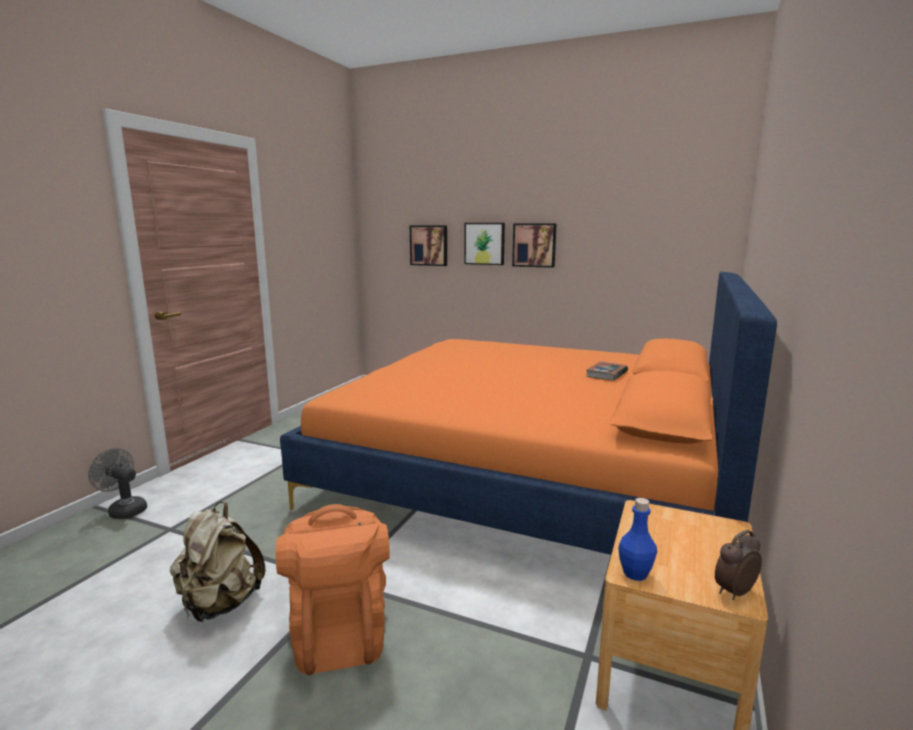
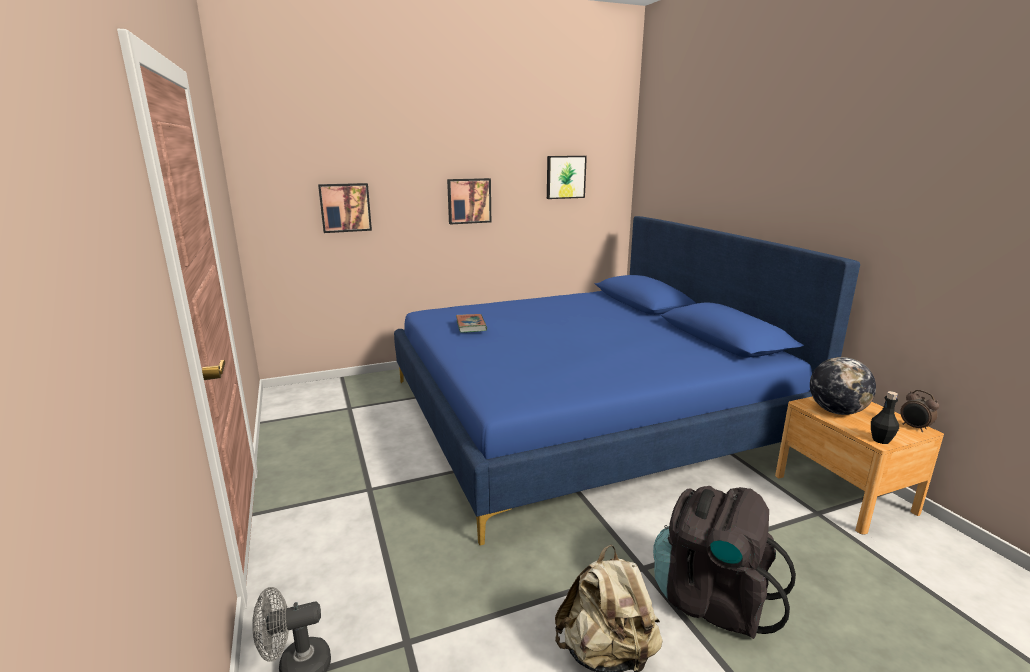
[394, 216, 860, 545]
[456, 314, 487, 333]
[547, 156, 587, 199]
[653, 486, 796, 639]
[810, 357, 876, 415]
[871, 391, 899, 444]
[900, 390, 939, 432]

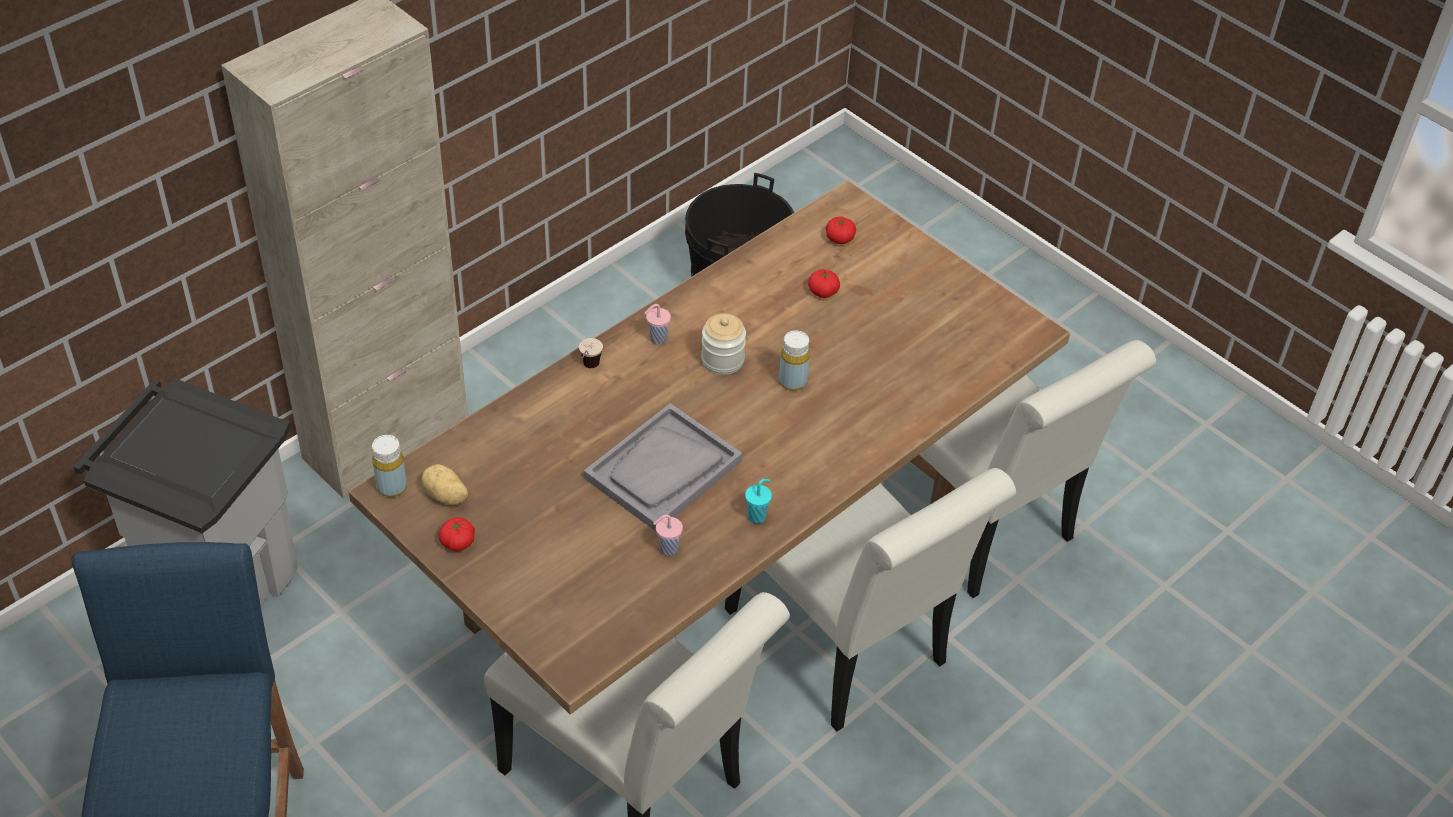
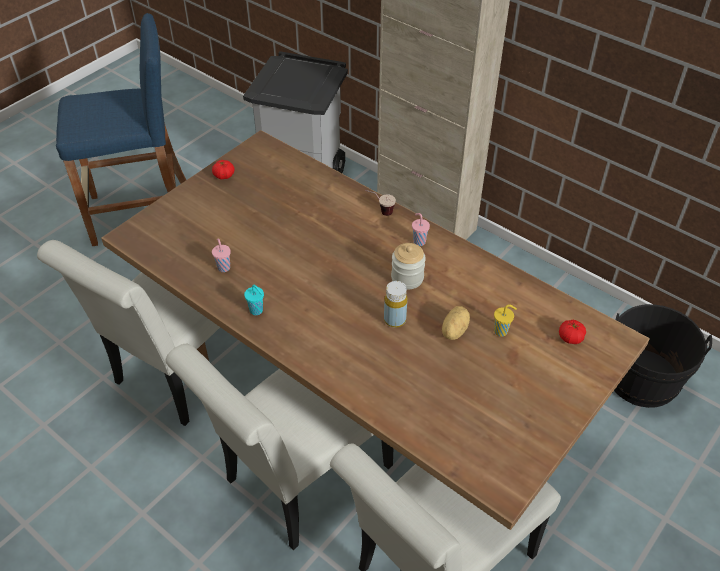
[442, 306, 470, 340]
[494, 305, 517, 337]
[372, 435, 407, 497] (first image)
[584, 403, 742, 531] (first image)

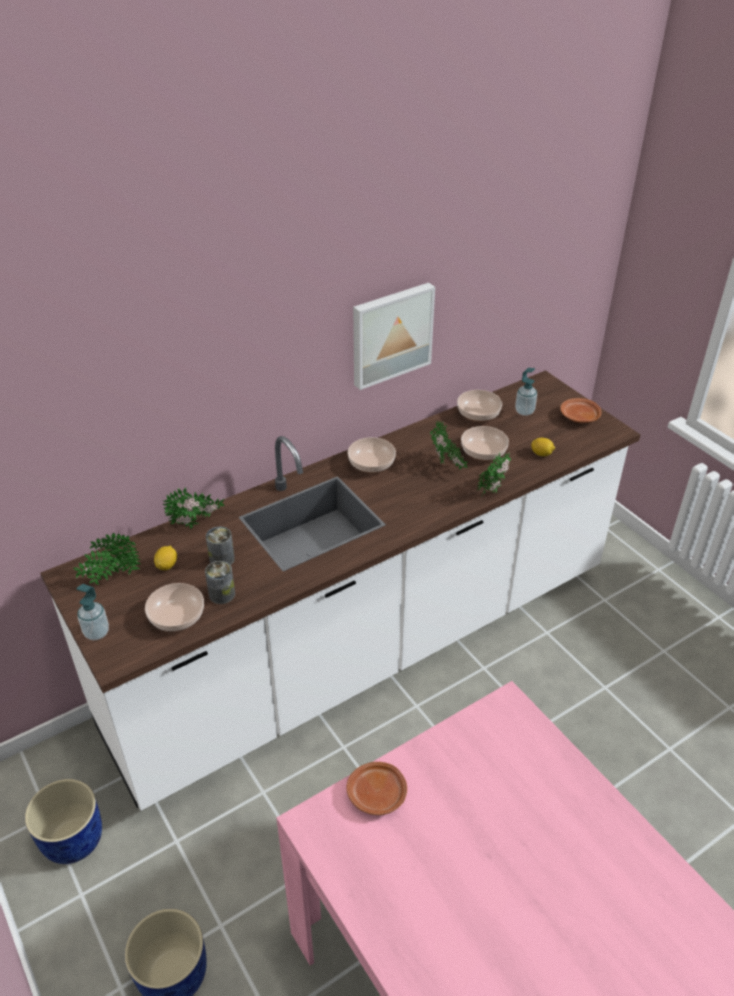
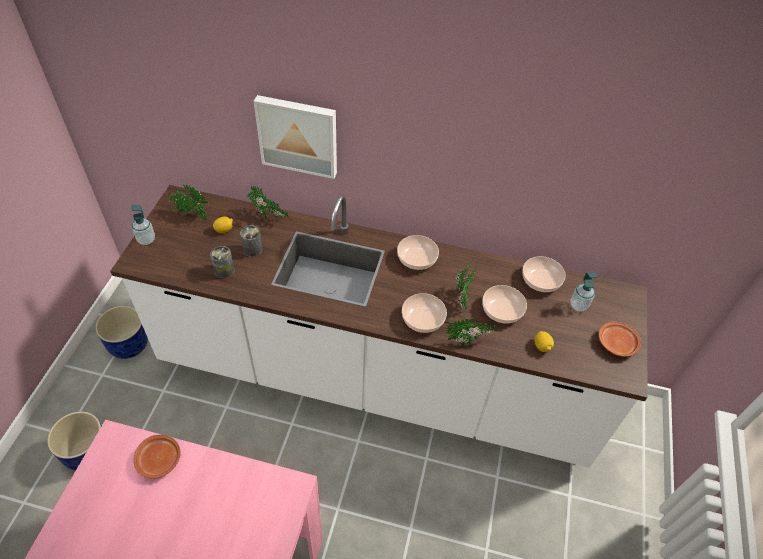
[254, 95, 337, 179]
[402, 293, 447, 333]

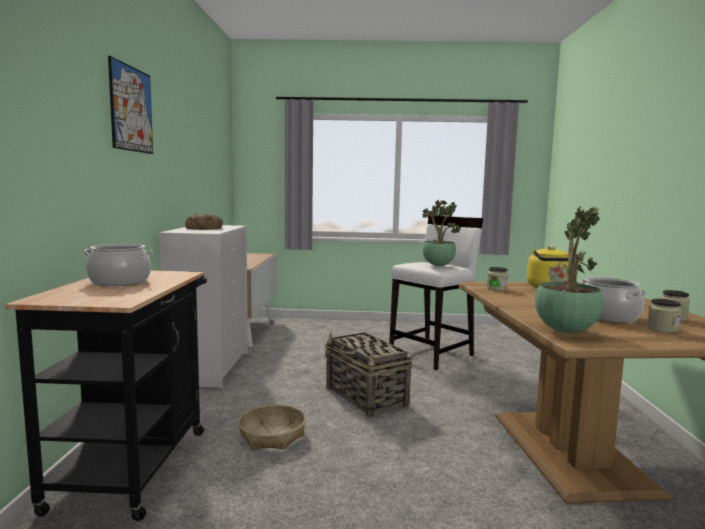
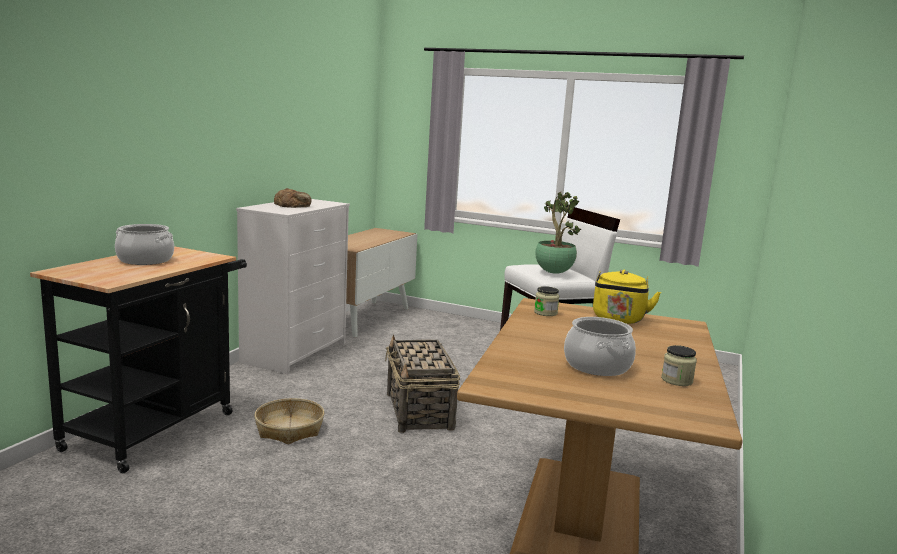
[108, 56, 153, 154] (first image)
[535, 206, 604, 333] (first image)
[647, 299, 681, 333] (first image)

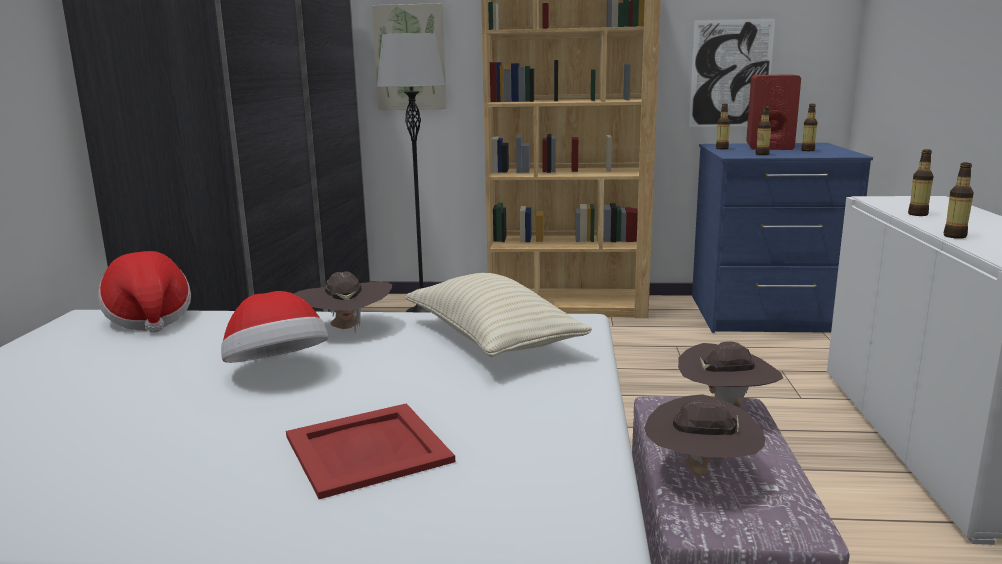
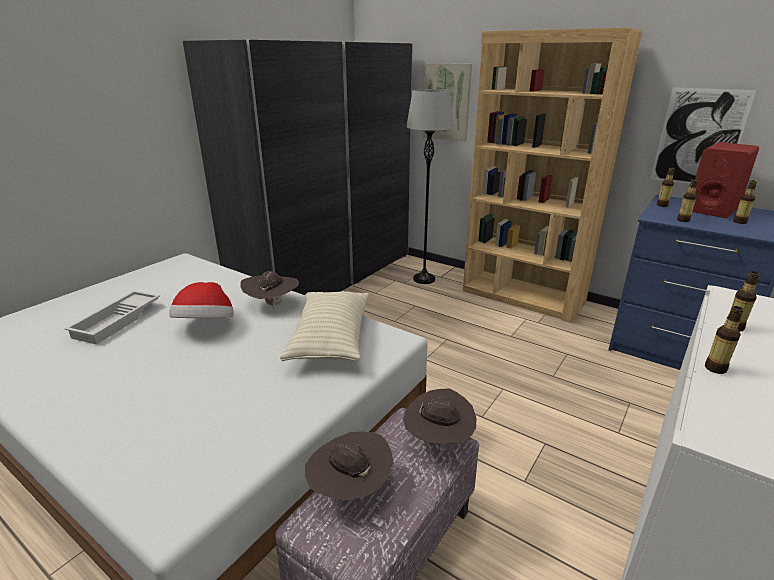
[65, 291, 160, 344]
[98, 251, 191, 333] (first image)
[286, 403, 455, 499] (first image)

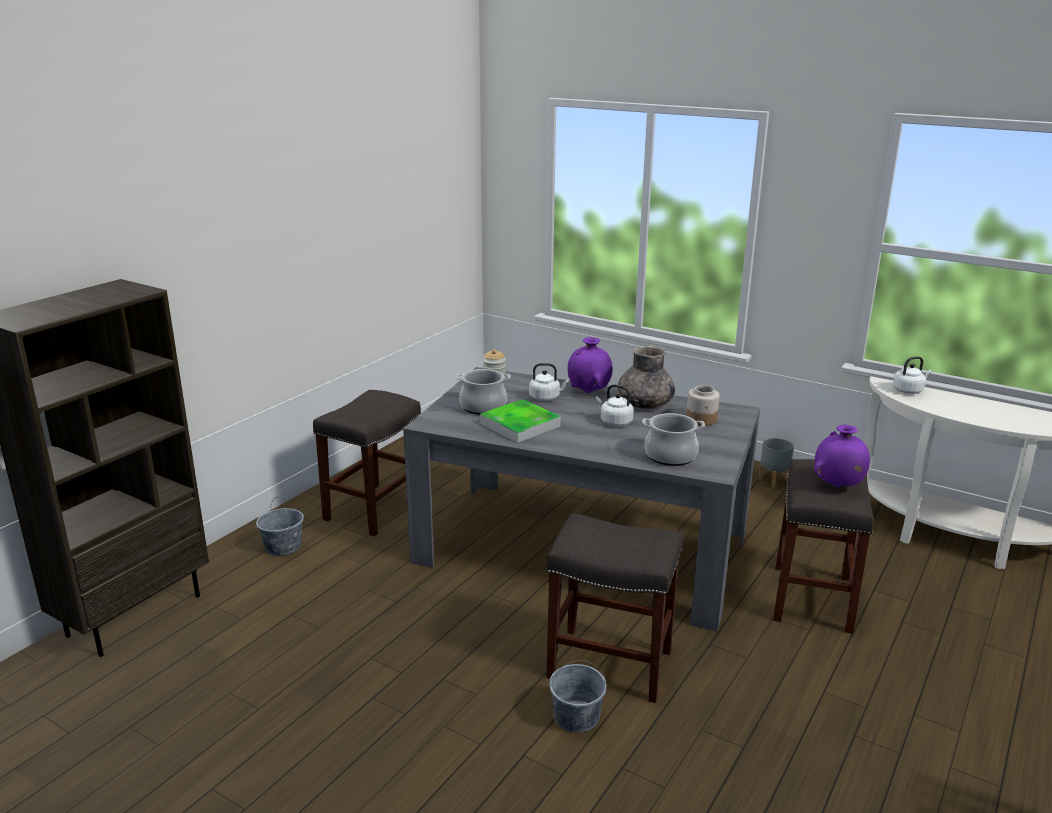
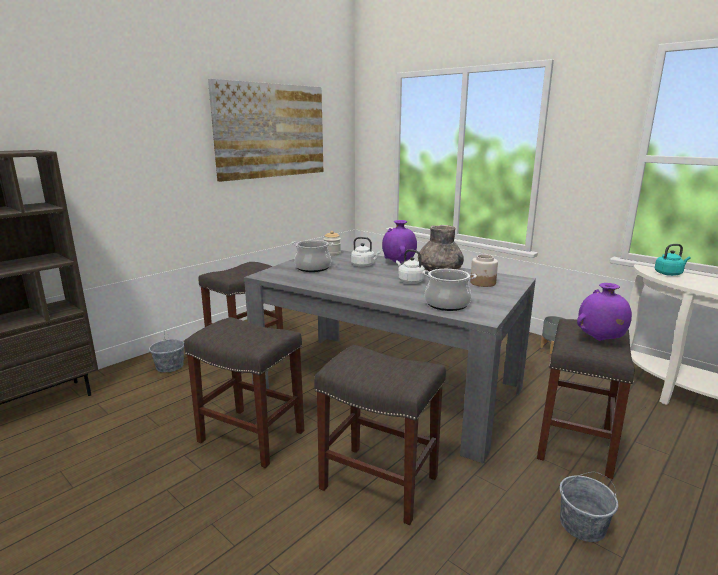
[184, 317, 305, 468]
[208, 79, 323, 182]
[559, 472, 618, 542]
[655, 244, 691, 276]
[480, 399, 561, 443] (first image)

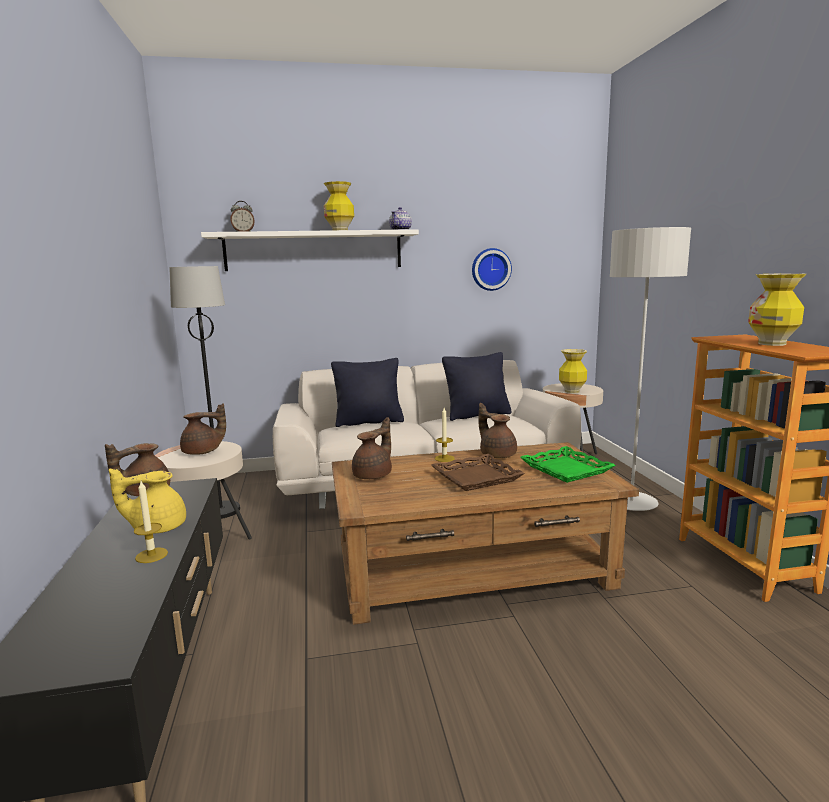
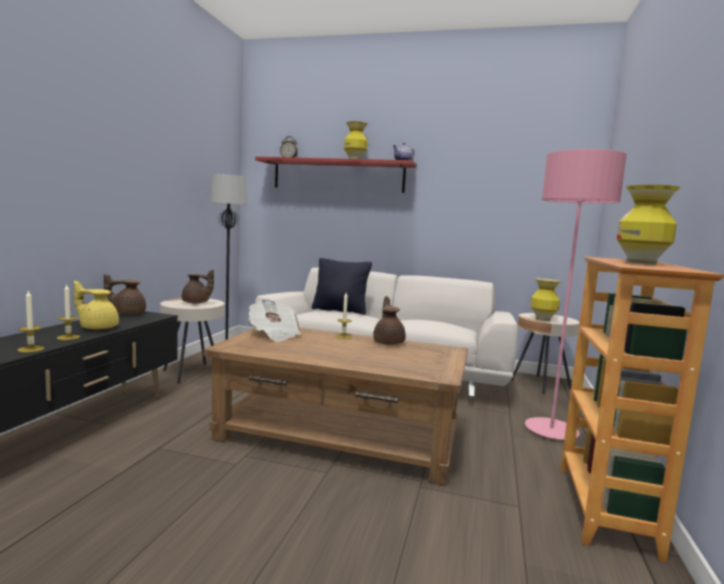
[17, 290, 45, 353]
[249, 299, 301, 342]
[255, 157, 417, 193]
[525, 149, 627, 440]
[431, 454, 525, 491] (first image)
[442, 352, 512, 421] (first image)
[472, 248, 512, 291] (first image)
[520, 446, 616, 483] (first image)

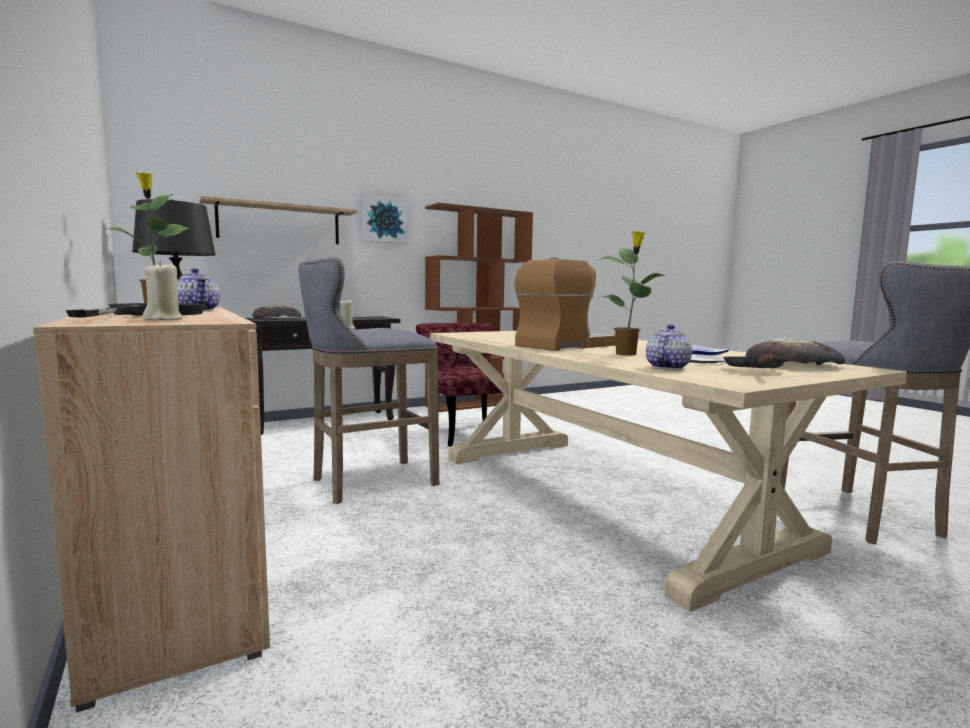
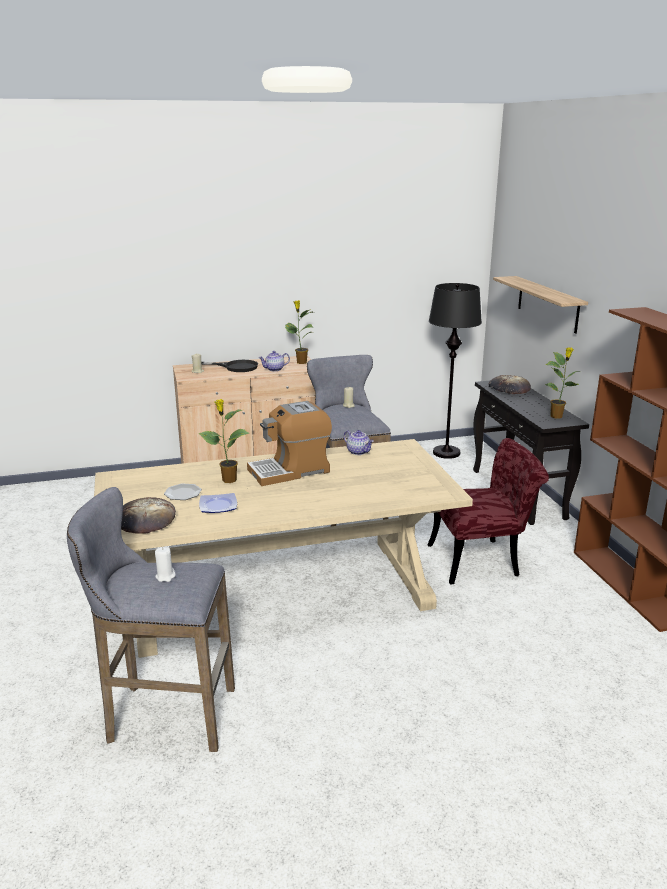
[155, 547, 176, 582]
[247, 401, 332, 486]
[344, 430, 374, 455]
[545, 347, 581, 419]
[363, 194, 408, 244] (first image)
[723, 355, 786, 368] (first image)

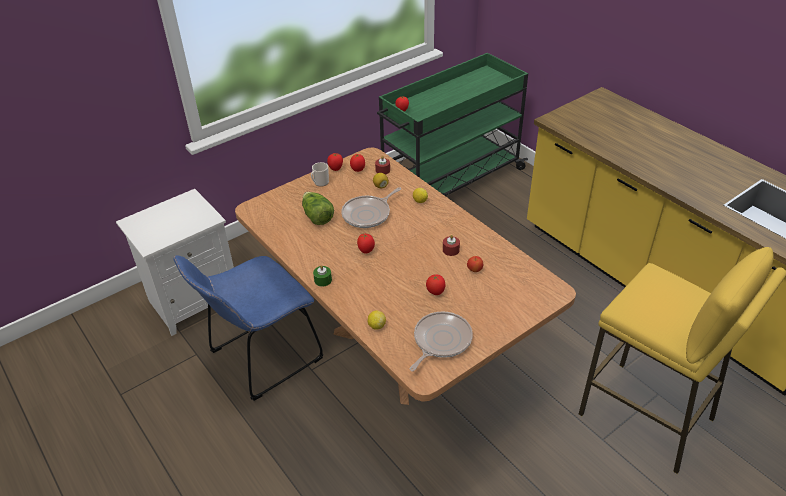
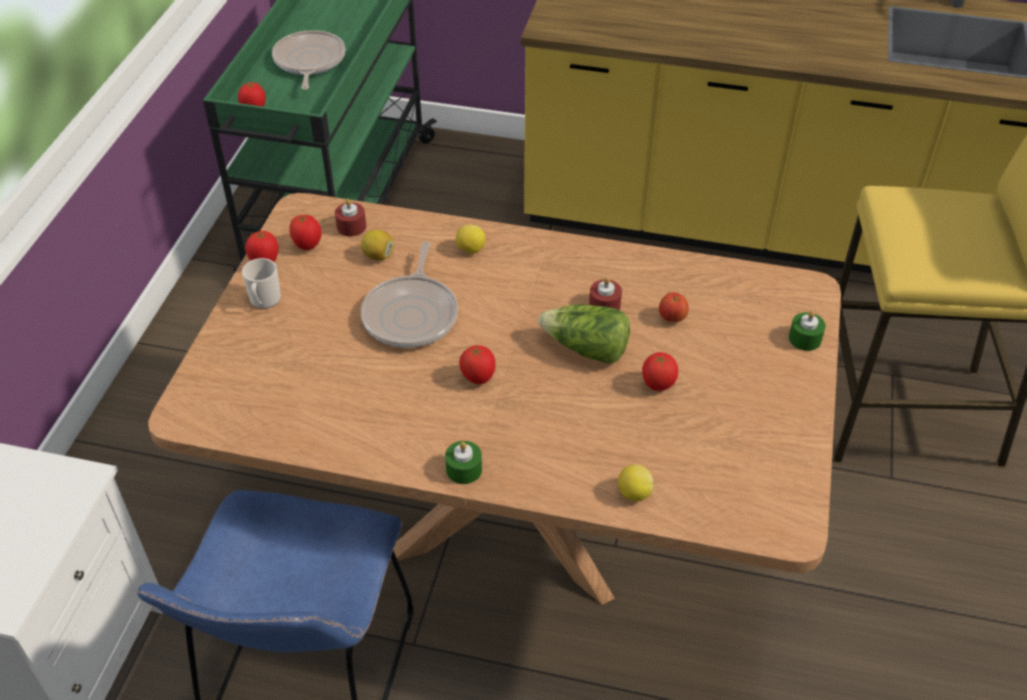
[272, 30, 345, 90]
[538, 304, 630, 364]
[789, 311, 826, 351]

